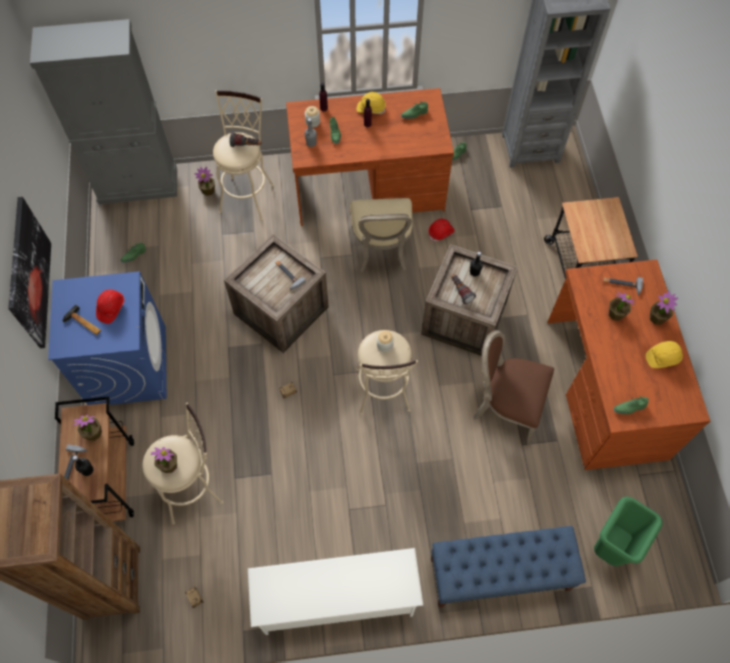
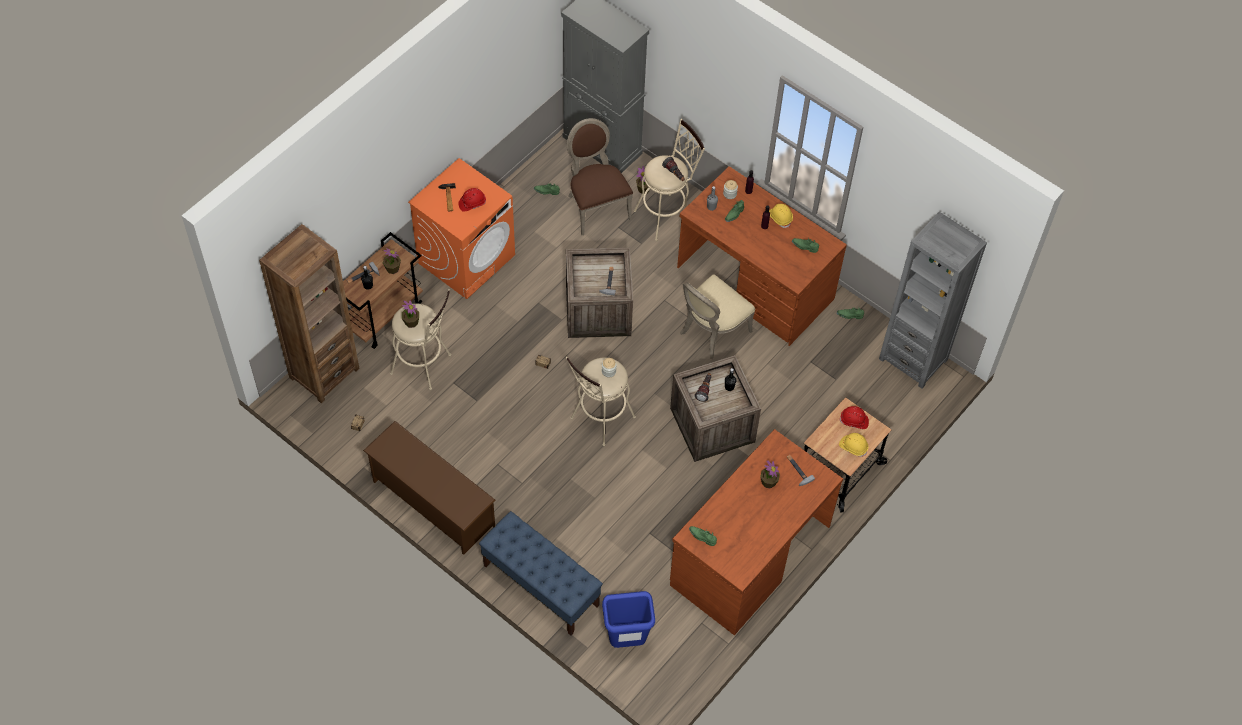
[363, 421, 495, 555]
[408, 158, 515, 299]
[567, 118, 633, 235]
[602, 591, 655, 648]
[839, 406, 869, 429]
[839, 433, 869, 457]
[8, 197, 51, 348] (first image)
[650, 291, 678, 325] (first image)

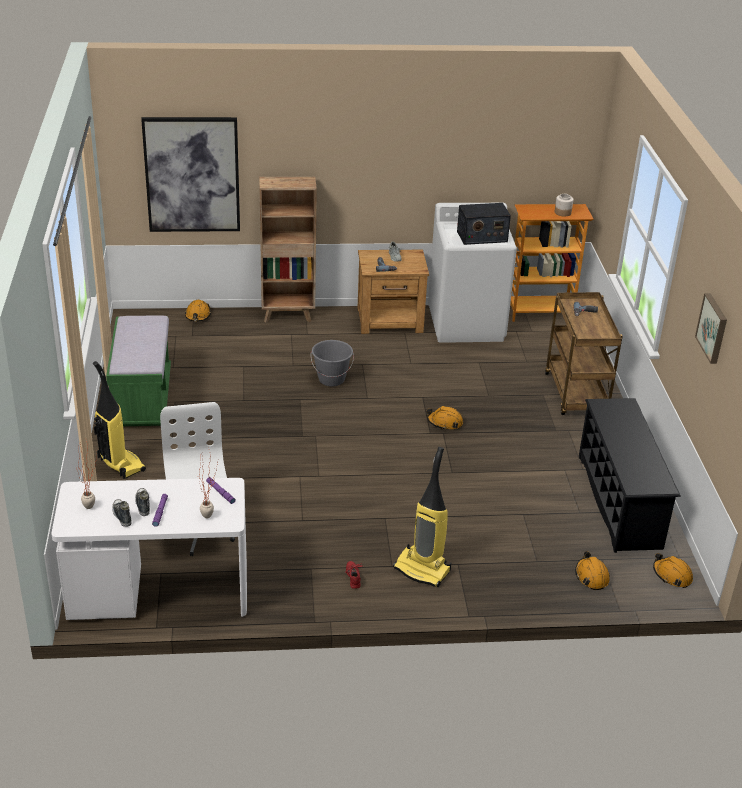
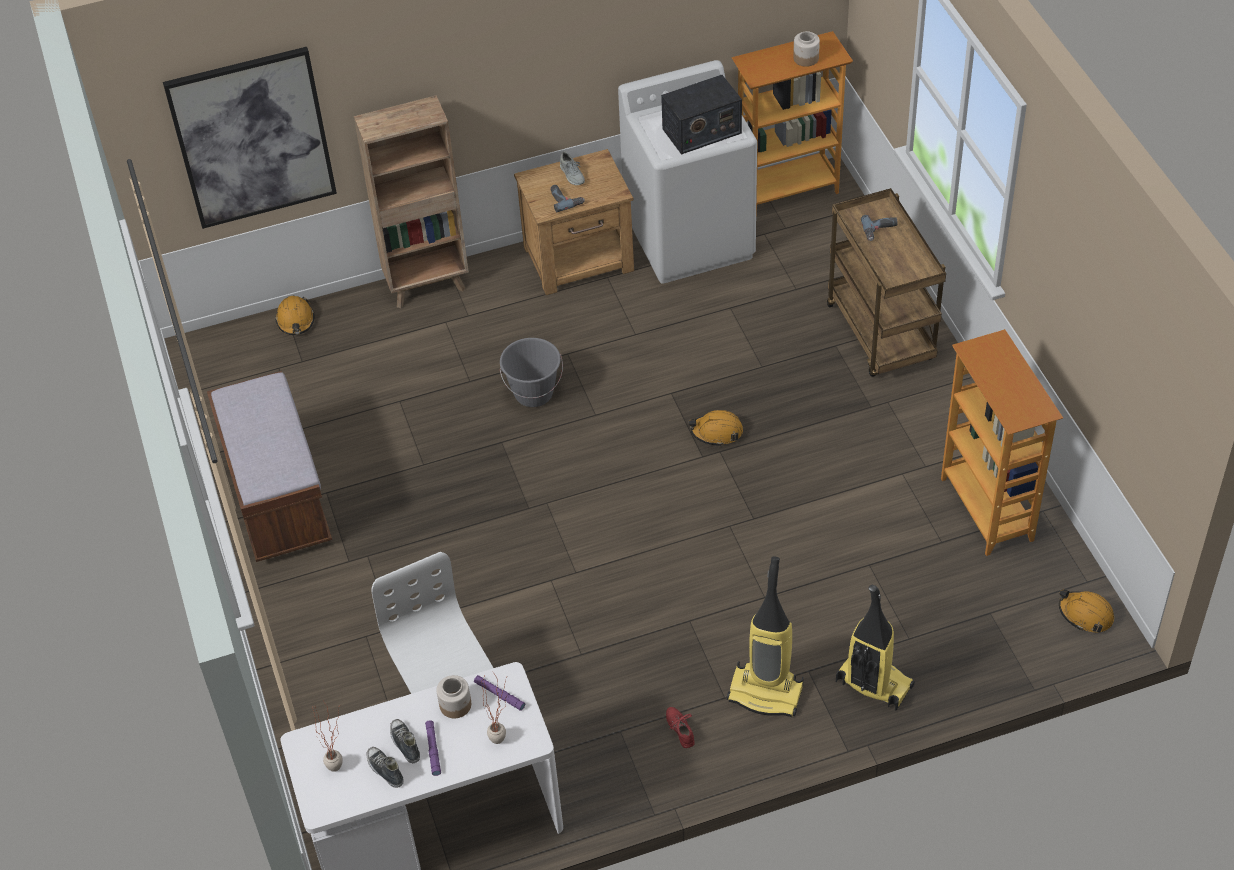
[207, 371, 332, 562]
[437, 675, 471, 719]
[836, 585, 915, 710]
[941, 329, 1063, 556]
[575, 551, 610, 590] (first image)
[695, 293, 727, 364] (first image)

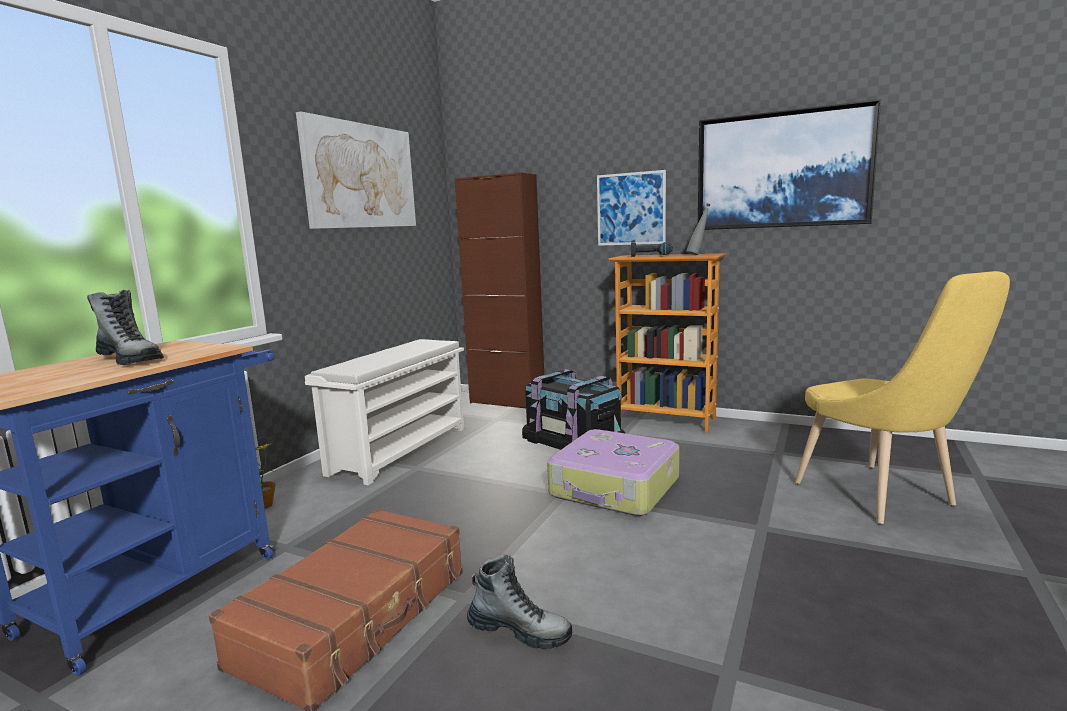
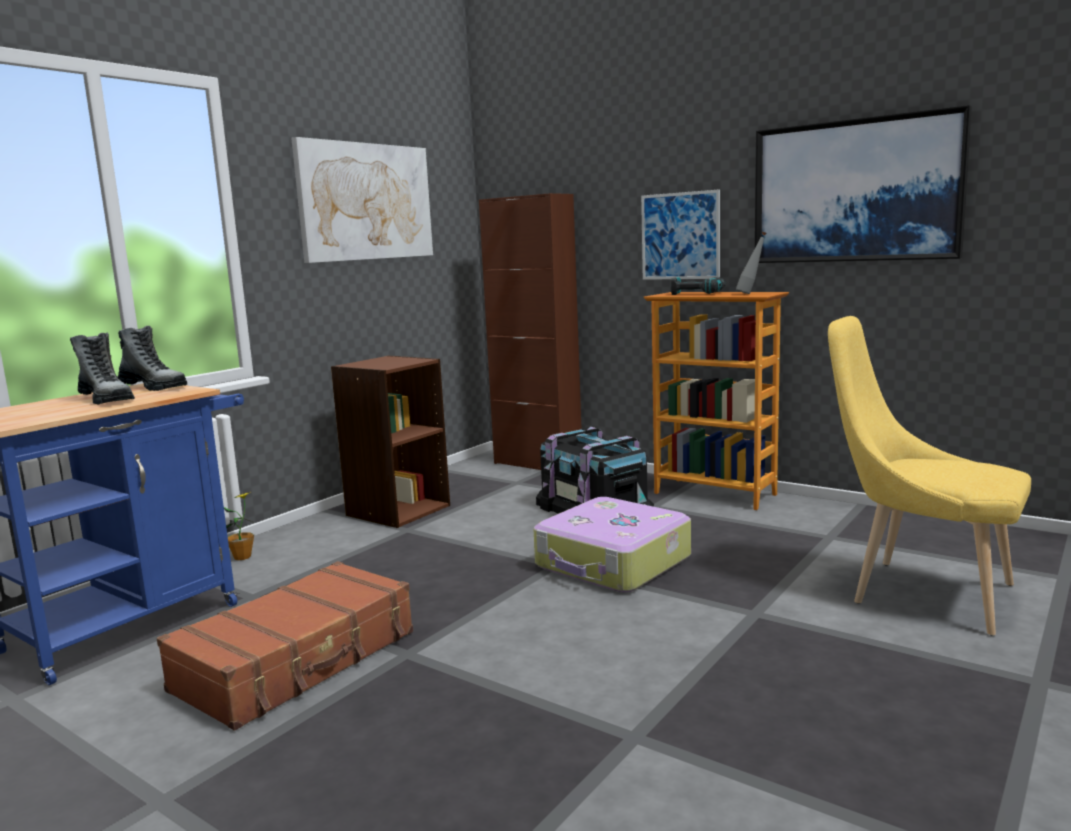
[118, 326, 187, 391]
[331, 356, 450, 528]
[828, 316, 1031, 636]

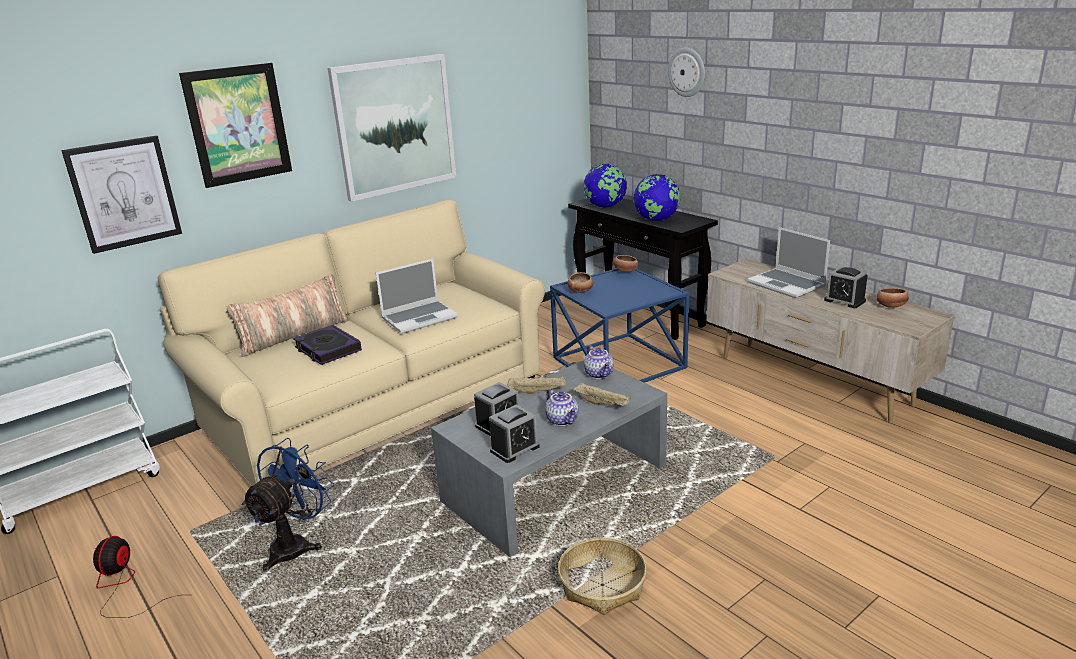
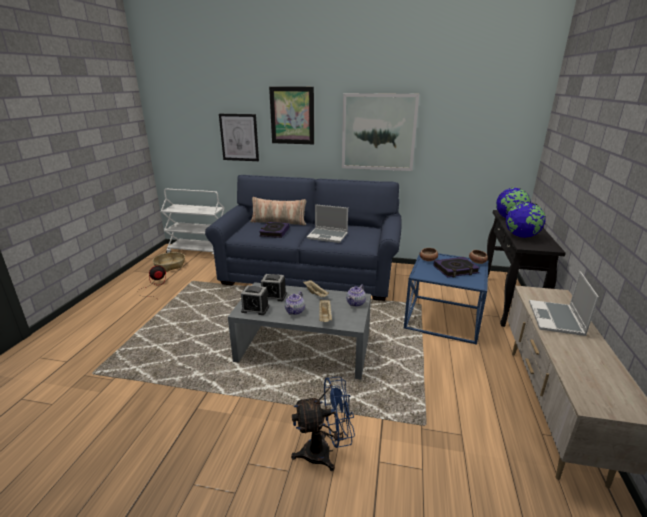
[153, 252, 185, 272]
[205, 175, 402, 301]
[291, 377, 355, 471]
[433, 257, 480, 278]
[668, 47, 705, 97] (first image)
[824, 267, 868, 308] (first image)
[876, 287, 909, 308] (first image)

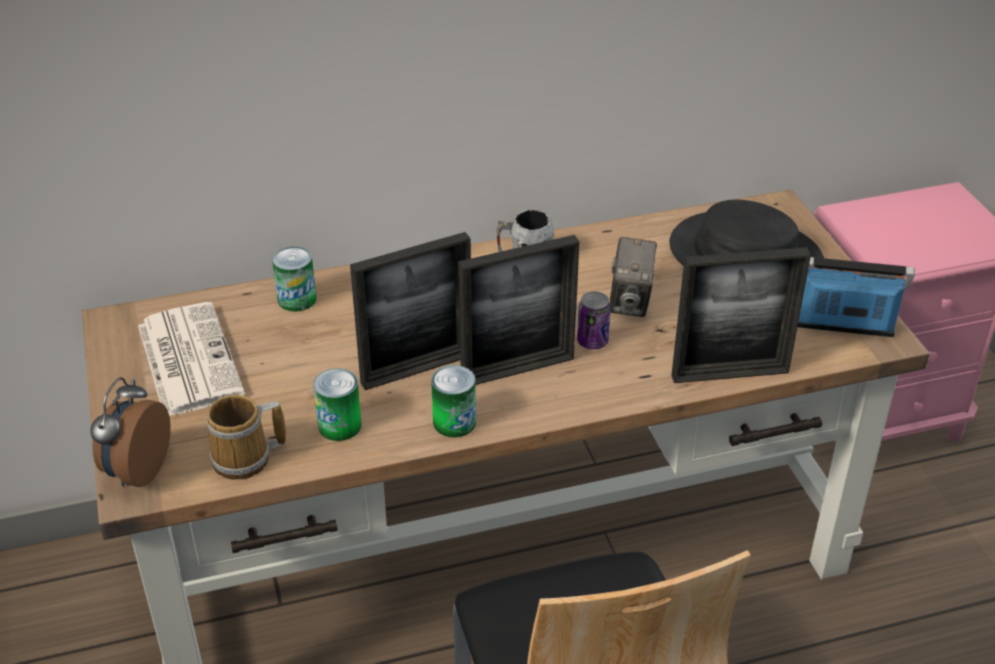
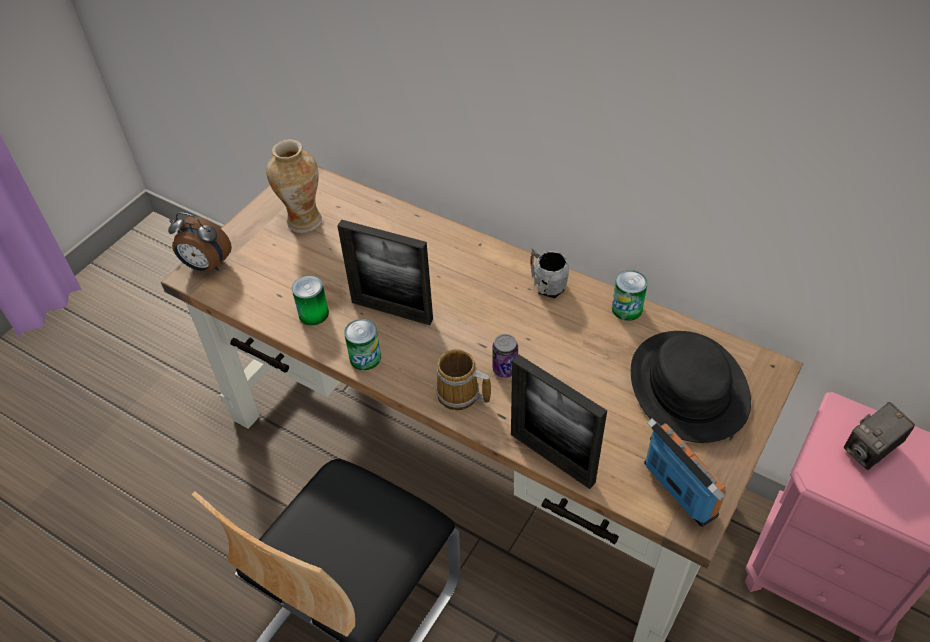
[168, 213, 232, 272]
[266, 139, 322, 233]
[436, 350, 491, 410]
[612, 270, 647, 321]
[844, 402, 915, 470]
[458, 235, 580, 385] (first image)

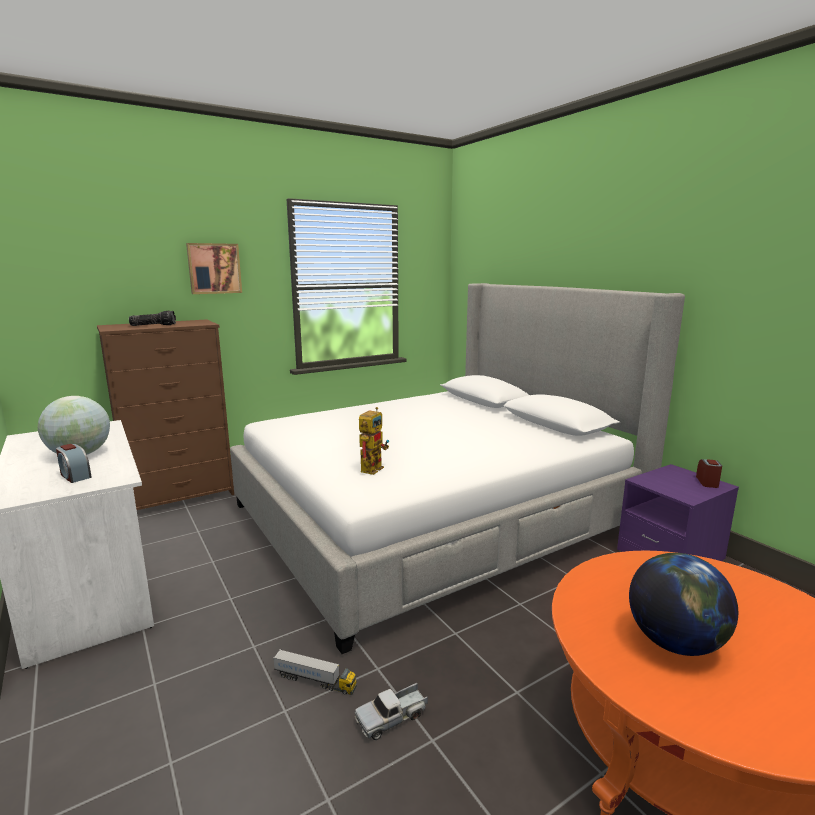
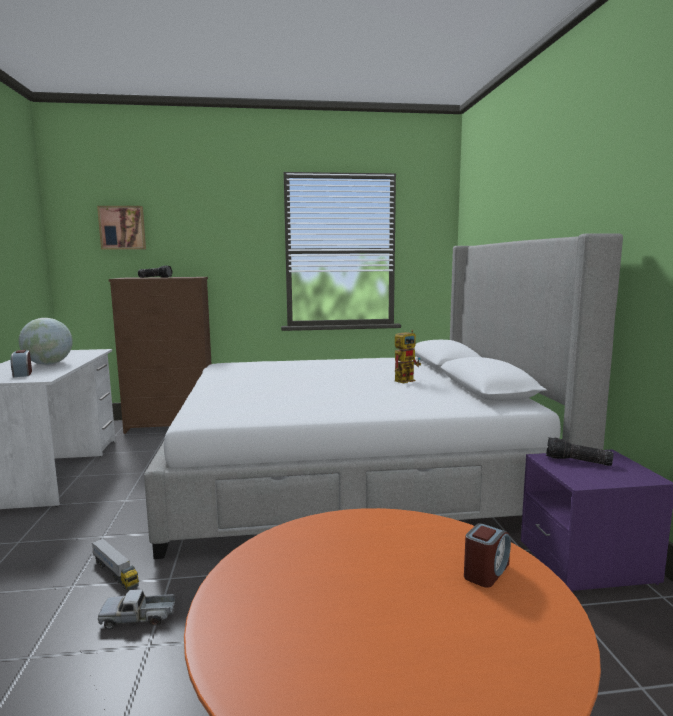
[97, 206, 146, 250]
[395, 330, 421, 383]
[464, 523, 511, 588]
[546, 437, 613, 466]
[629, 553, 738, 656] (first image)

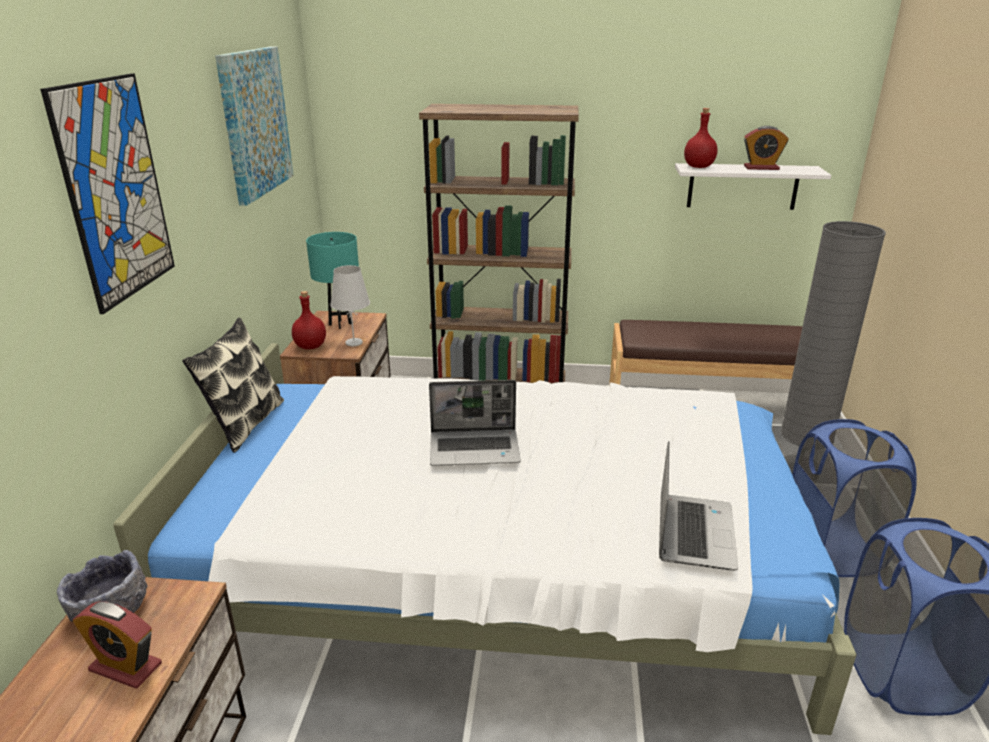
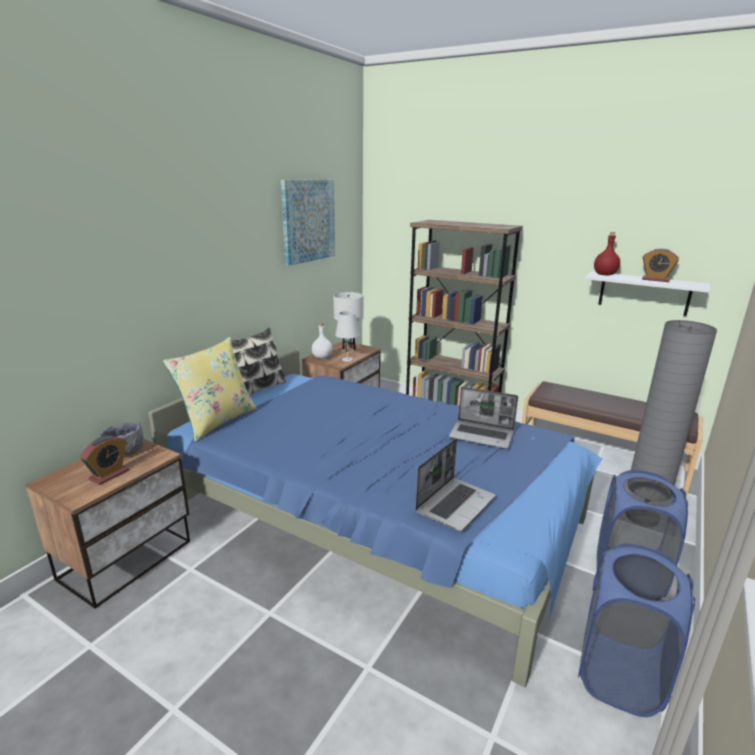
[80, 435, 129, 485]
[148, 350, 602, 687]
[163, 337, 257, 442]
[312, 323, 332, 359]
[333, 292, 364, 352]
[449, 386, 518, 449]
[40, 73, 175, 314] (first image)

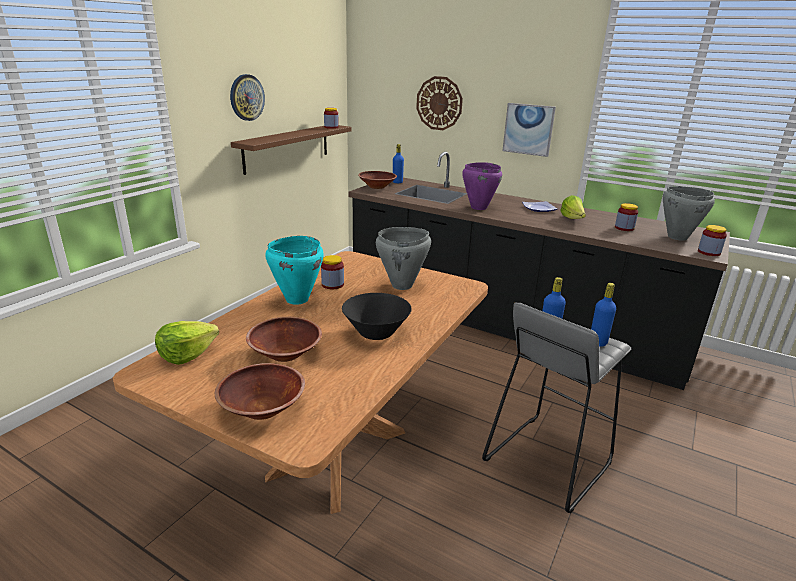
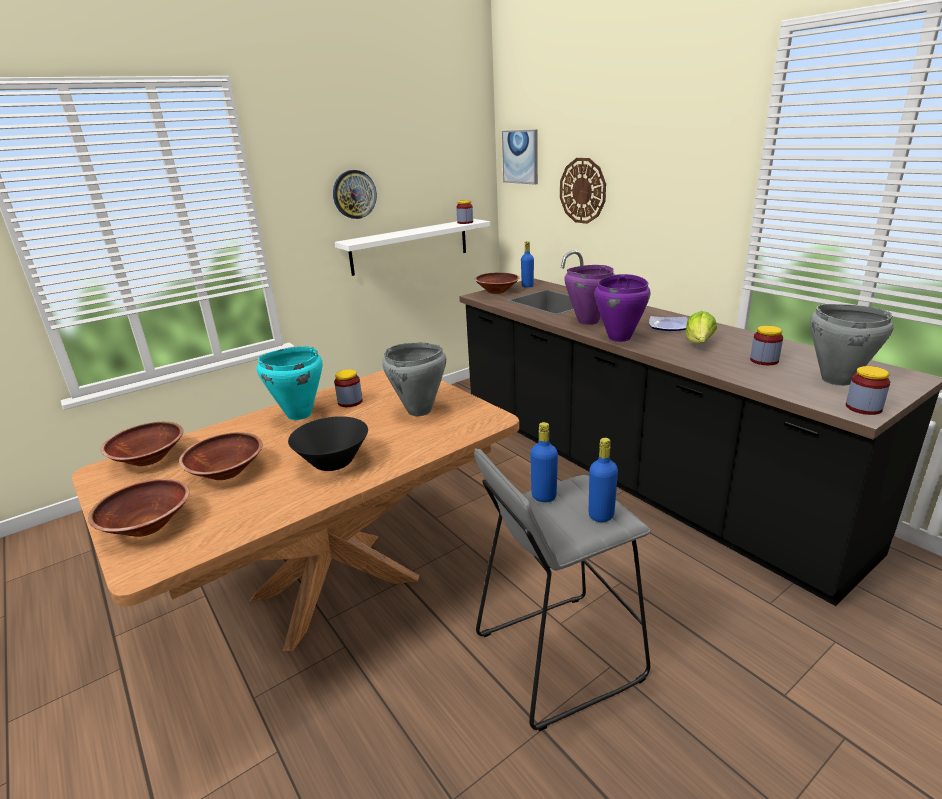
[101, 422, 183, 466]
[334, 219, 490, 276]
[502, 130, 538, 185]
[595, 274, 651, 342]

